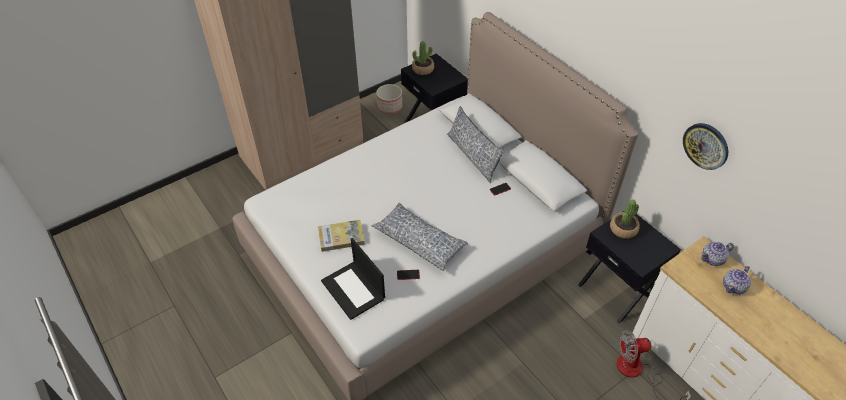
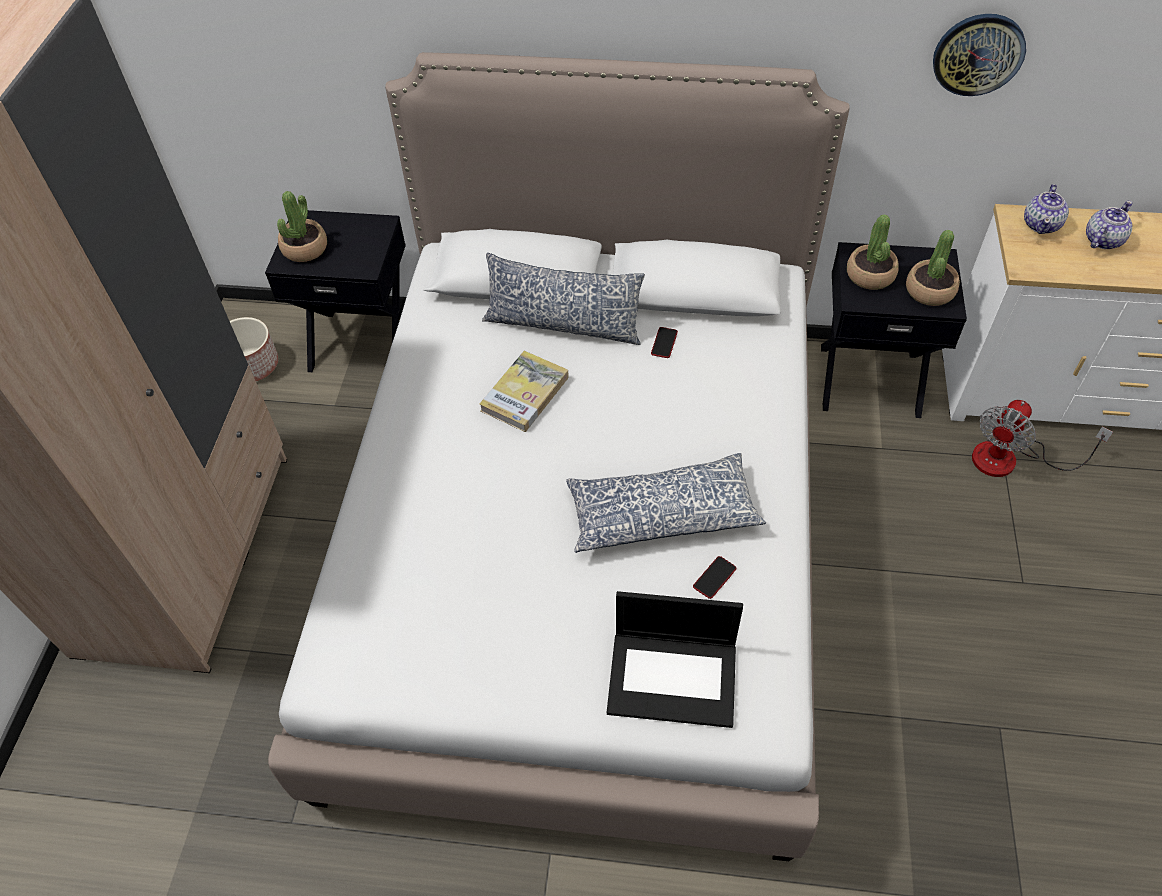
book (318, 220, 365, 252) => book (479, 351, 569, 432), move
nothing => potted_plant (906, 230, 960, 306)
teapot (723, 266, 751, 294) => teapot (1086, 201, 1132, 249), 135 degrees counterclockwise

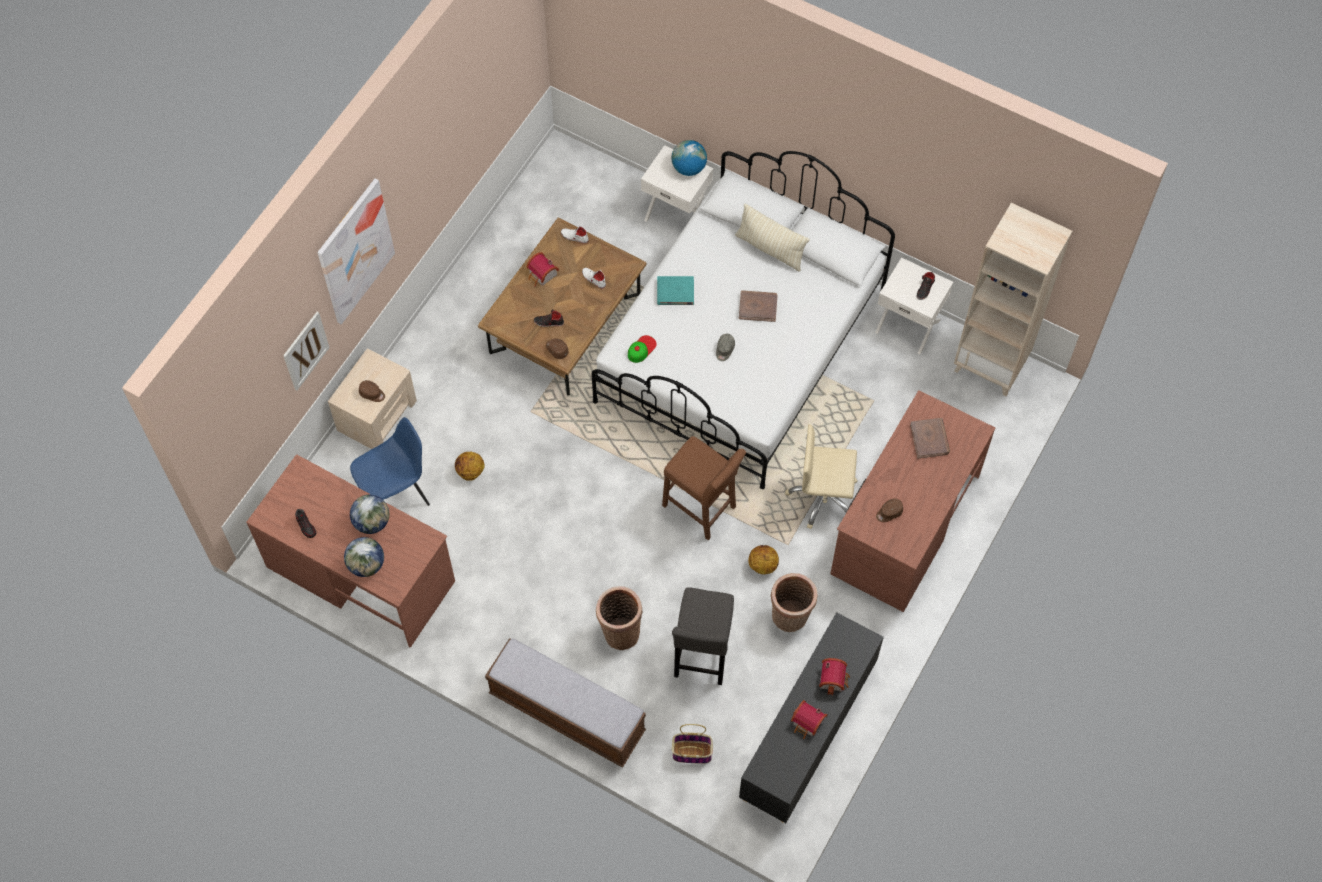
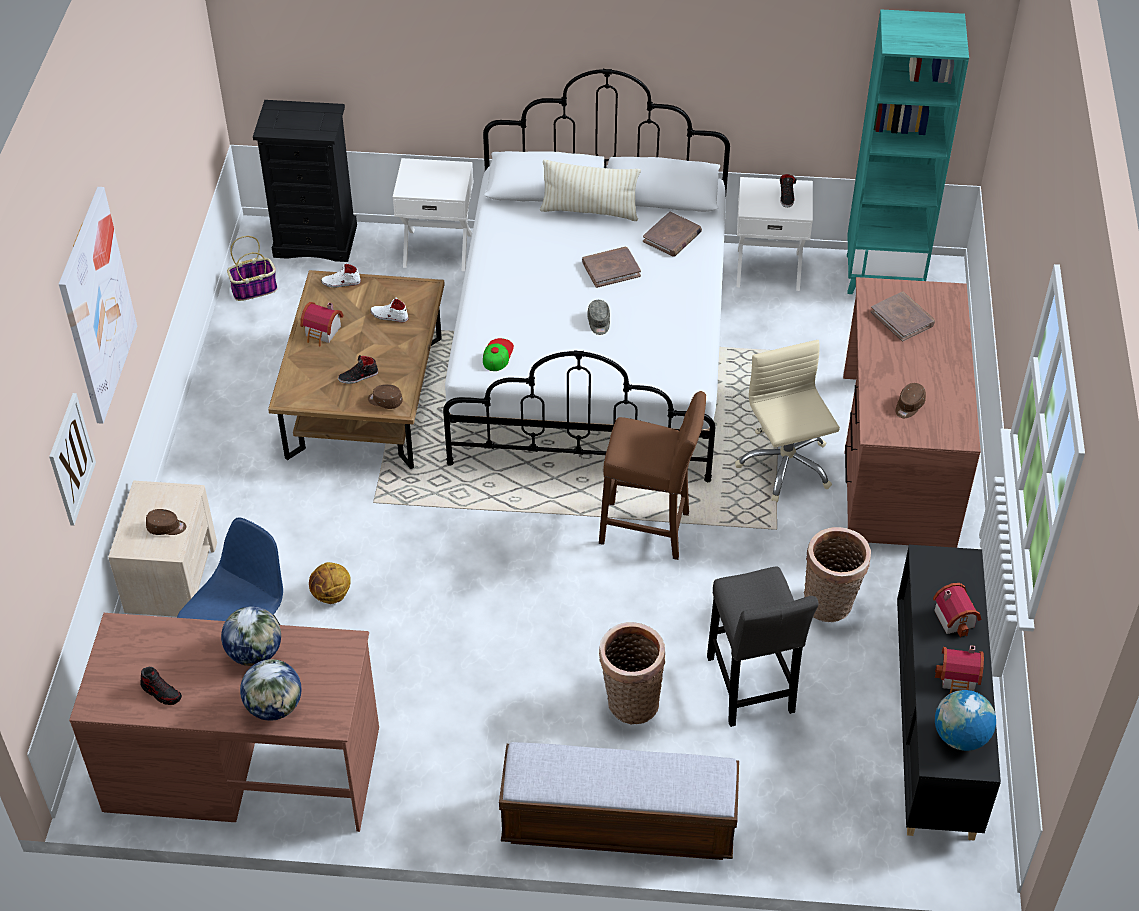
basket (672, 724, 713, 764) => basket (227, 236, 278, 301), move
nothing => black_dresser (253, 100, 357, 262)
nothing => brown_book (643, 211, 702, 257)
beige_office_chair (785, 424, 857, 529) => beige_office_chair (735, 340, 840, 502), 90 degrees clockwise
beige_bookcase (954, 203, 1072, 396) => turquoise_bookcase (847, 9, 969, 294)
globe (671, 140, 707, 176) => globe (935, 690, 996, 751), move
turquoise_book (657, 276, 694, 305) => nothing
basketball (748, 545, 779, 574) => nothing

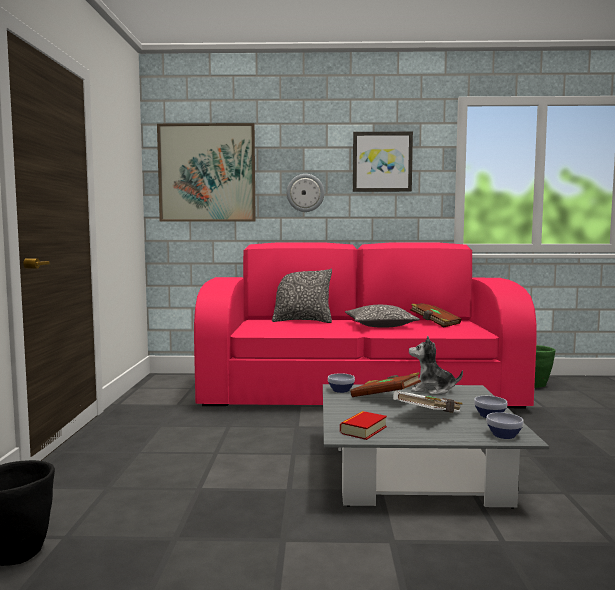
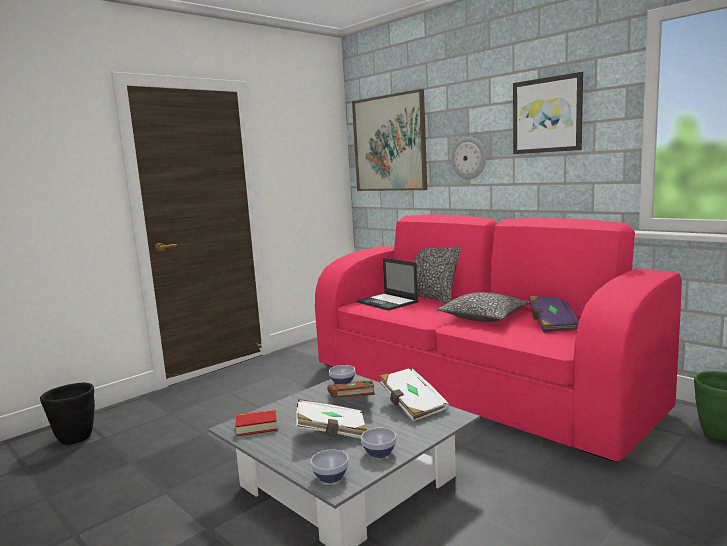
nothing => laptop (356, 258, 419, 311)
plush_toy (409, 336, 463, 395) => white_book (380, 367, 449, 421)
brown_book (410, 303, 461, 327) => purple_book (530, 296, 579, 332)

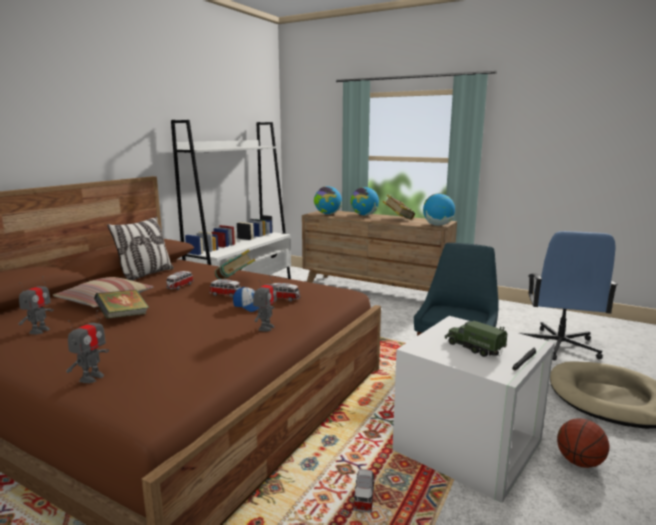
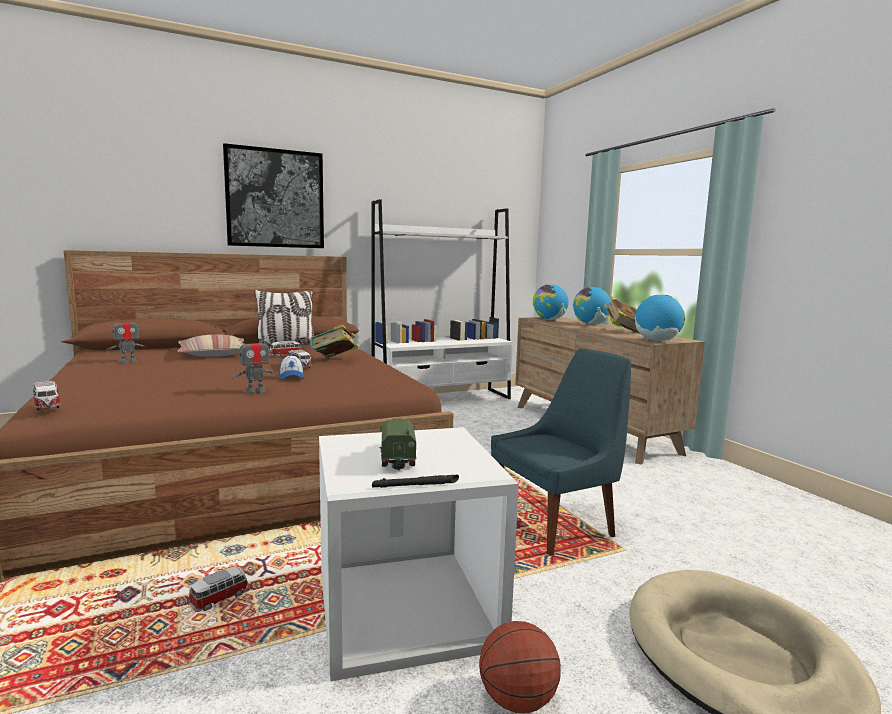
toy_car (273, 283, 300, 302) => toy_car (33, 381, 61, 411), move
nothing => picture (223, 143, 324, 248)
toy_robot (66, 310, 109, 383) => nothing
book (94, 290, 149, 319) => nothing
blue_office_chair (519, 231, 618, 361) => nothing

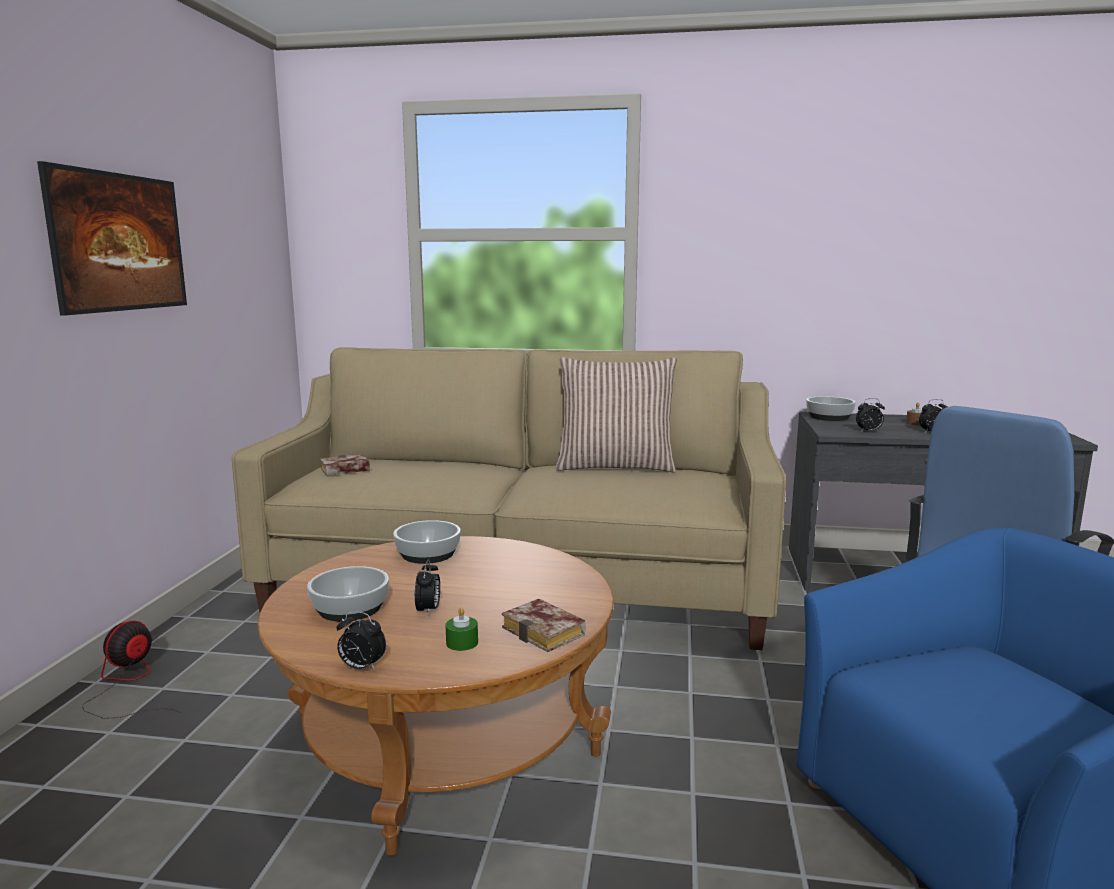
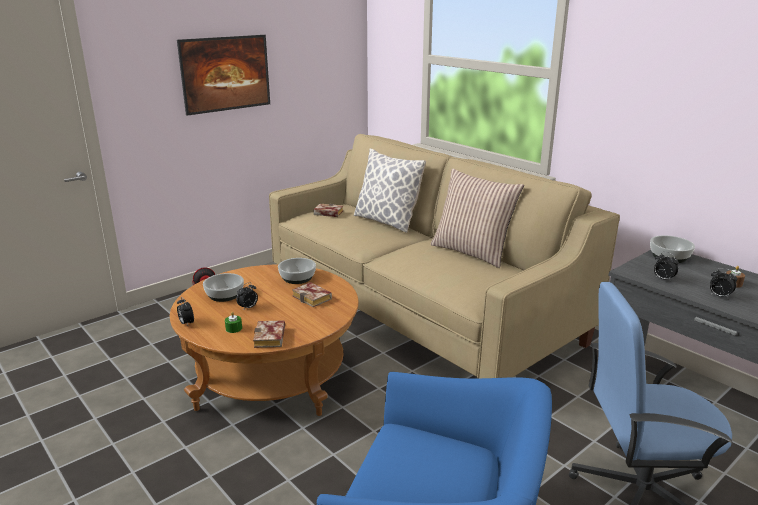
nothing => book (292, 282, 332, 307)
nothing => pillow (354, 148, 426, 233)

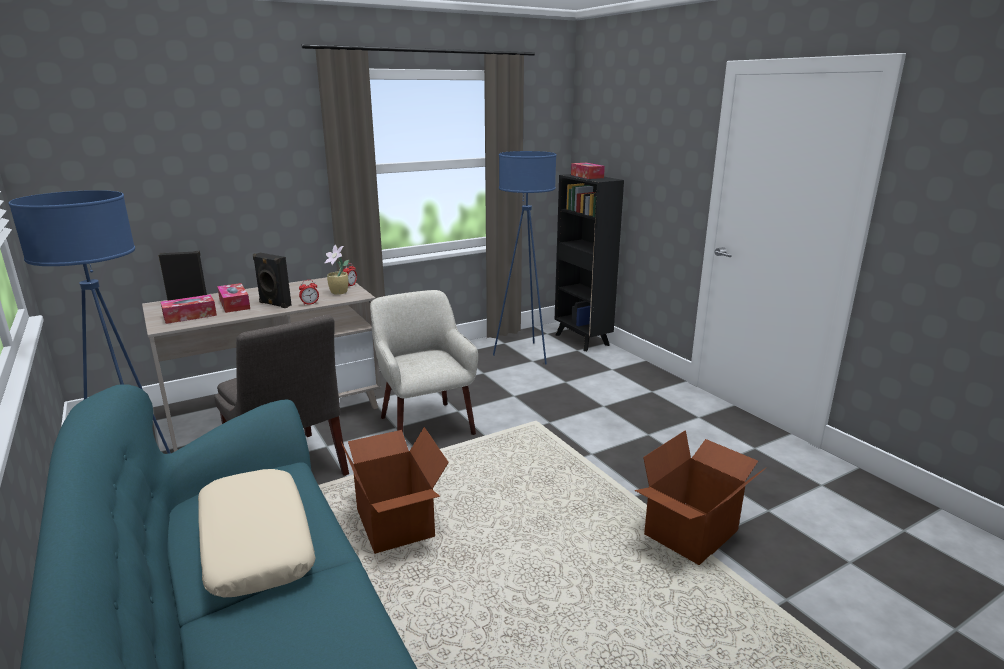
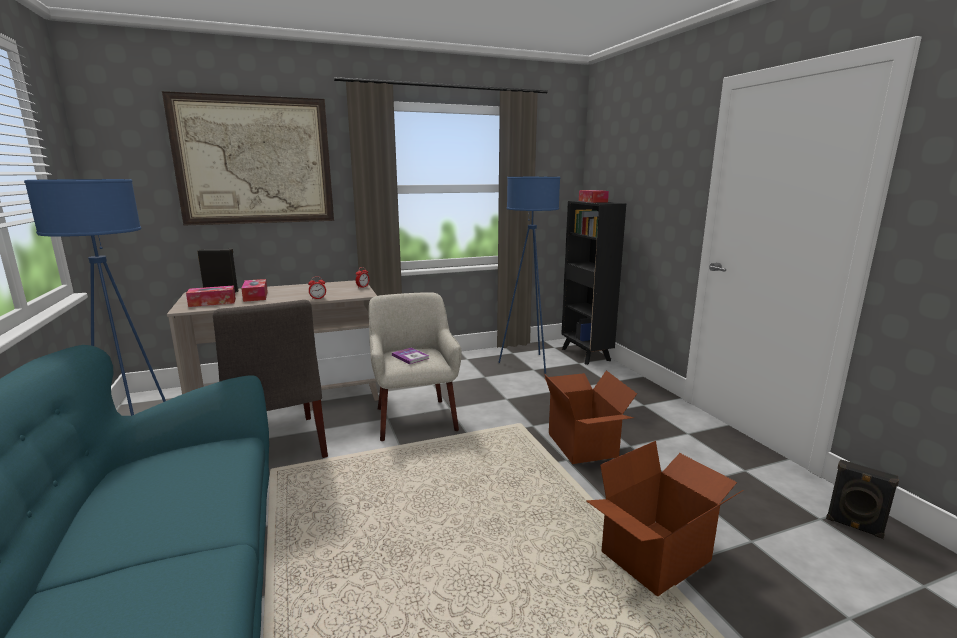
nothing => picture (162, 91, 334, 226)
nothing => book (392, 348, 429, 364)
cardboard_box (341, 427, 449, 554) => cardboard_box (544, 370, 637, 464), move
black_speaker (253, 253, 292, 308) => black_speaker (826, 459, 899, 539), move
beige_pillow (198, 469, 316, 597) => nothing
potted_plant (324, 245, 349, 295) => nothing

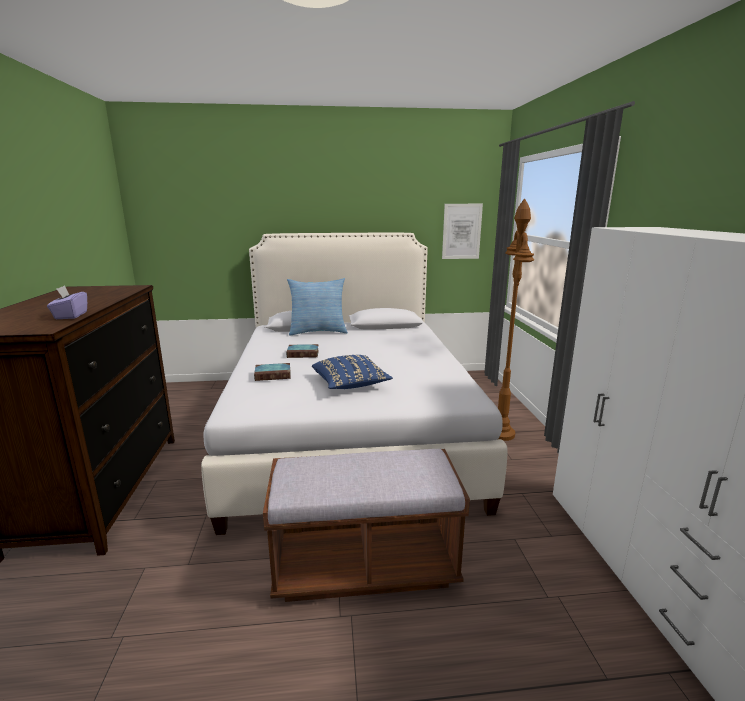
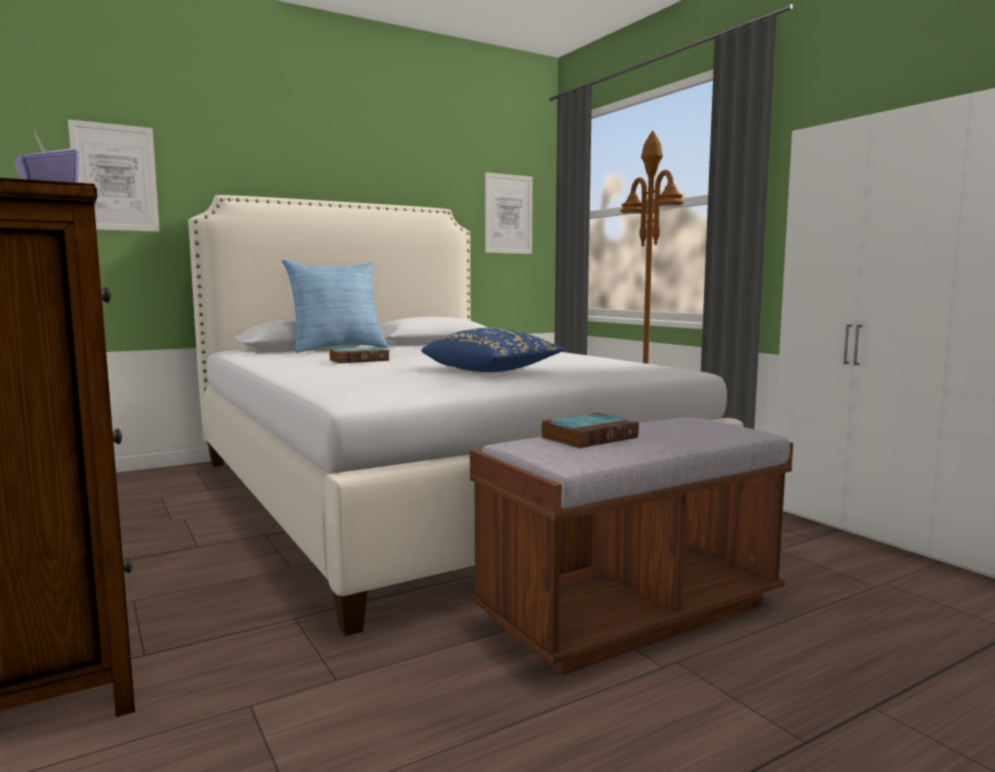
nothing => picture (68, 119, 160, 232)
book (254, 363, 291, 381) => book (541, 413, 639, 448), move

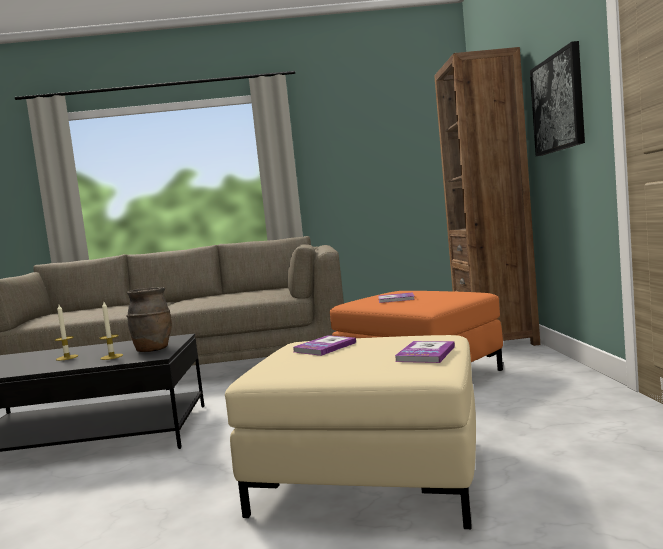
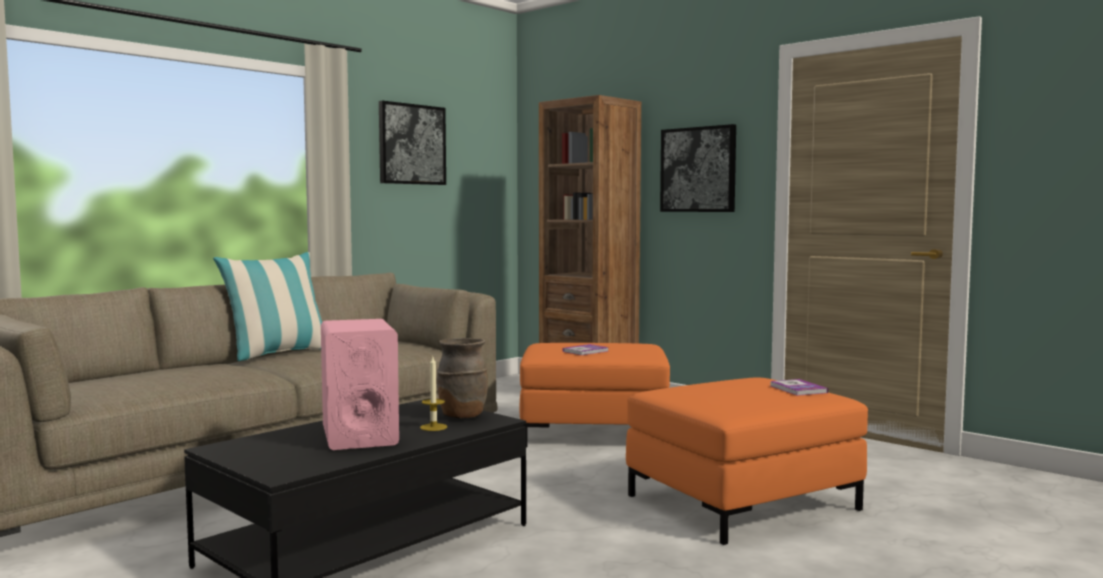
nothing => pillow (213, 252, 322, 361)
candle (55, 305, 78, 361) => pink_speaker (321, 319, 399, 450)
nothing => picture (379, 101, 446, 185)
beige_ottoman (225, 335, 476, 529) => orange_ottoman (626, 377, 868, 545)
book (293, 335, 356, 356) => nothing

